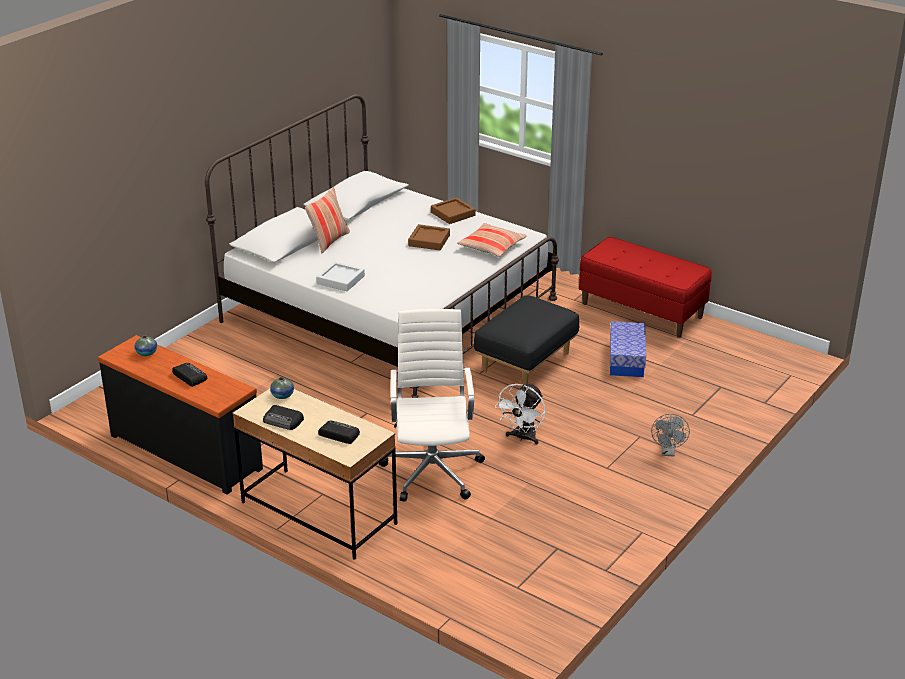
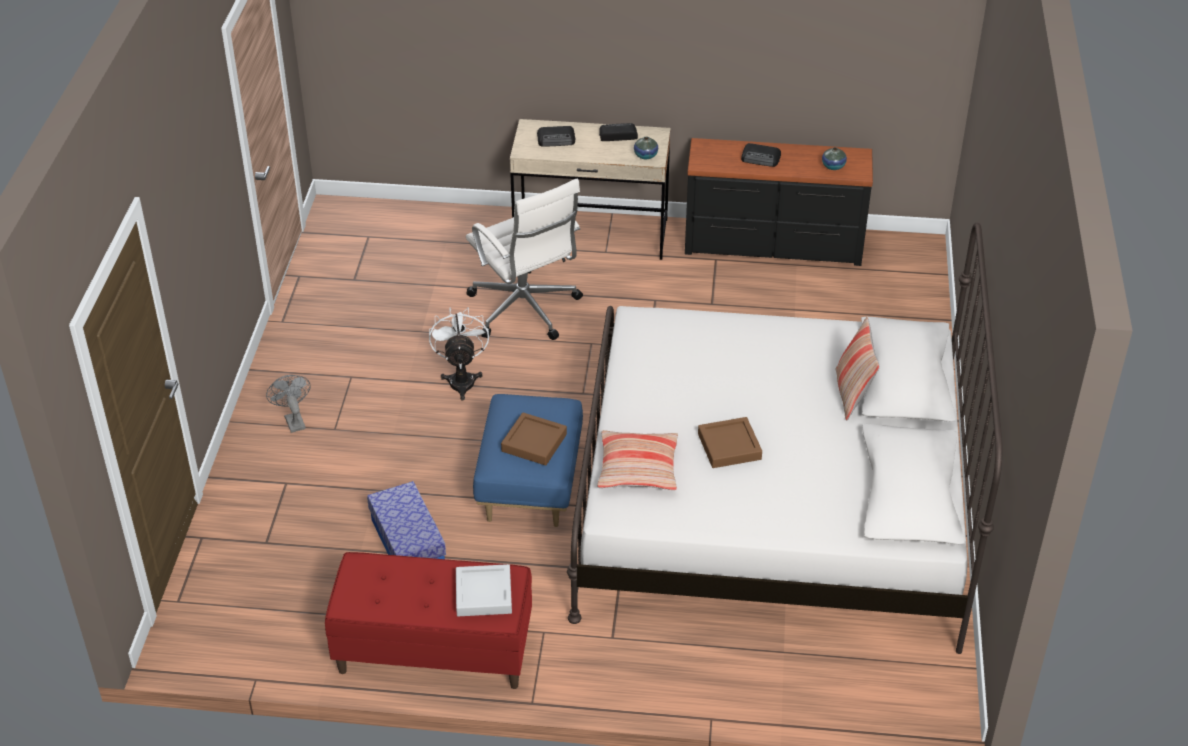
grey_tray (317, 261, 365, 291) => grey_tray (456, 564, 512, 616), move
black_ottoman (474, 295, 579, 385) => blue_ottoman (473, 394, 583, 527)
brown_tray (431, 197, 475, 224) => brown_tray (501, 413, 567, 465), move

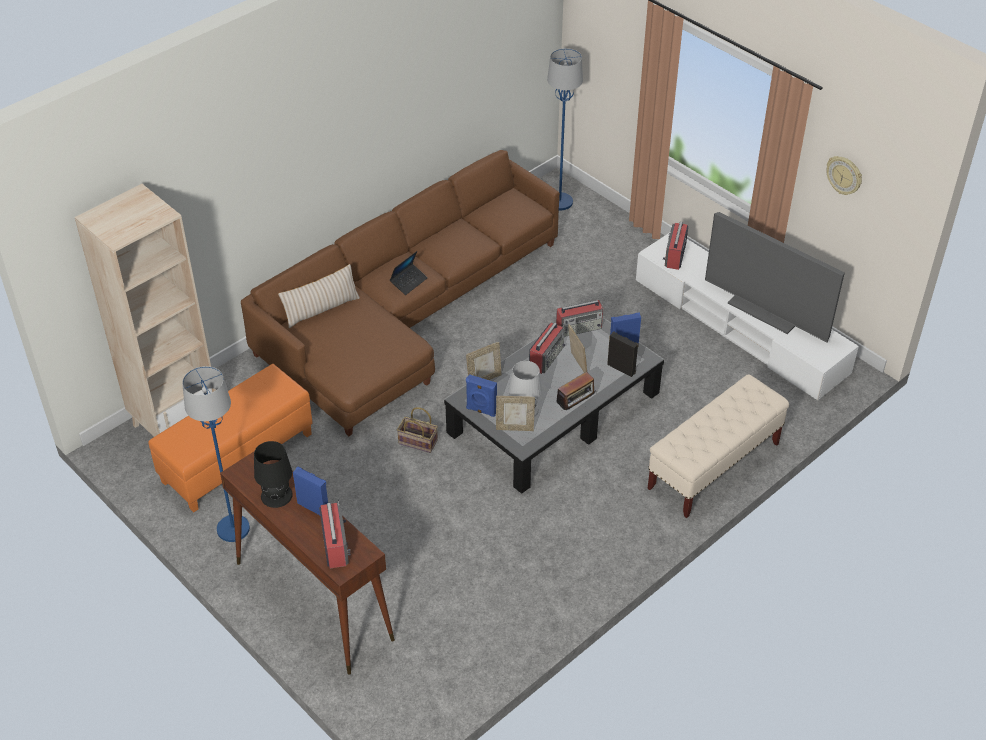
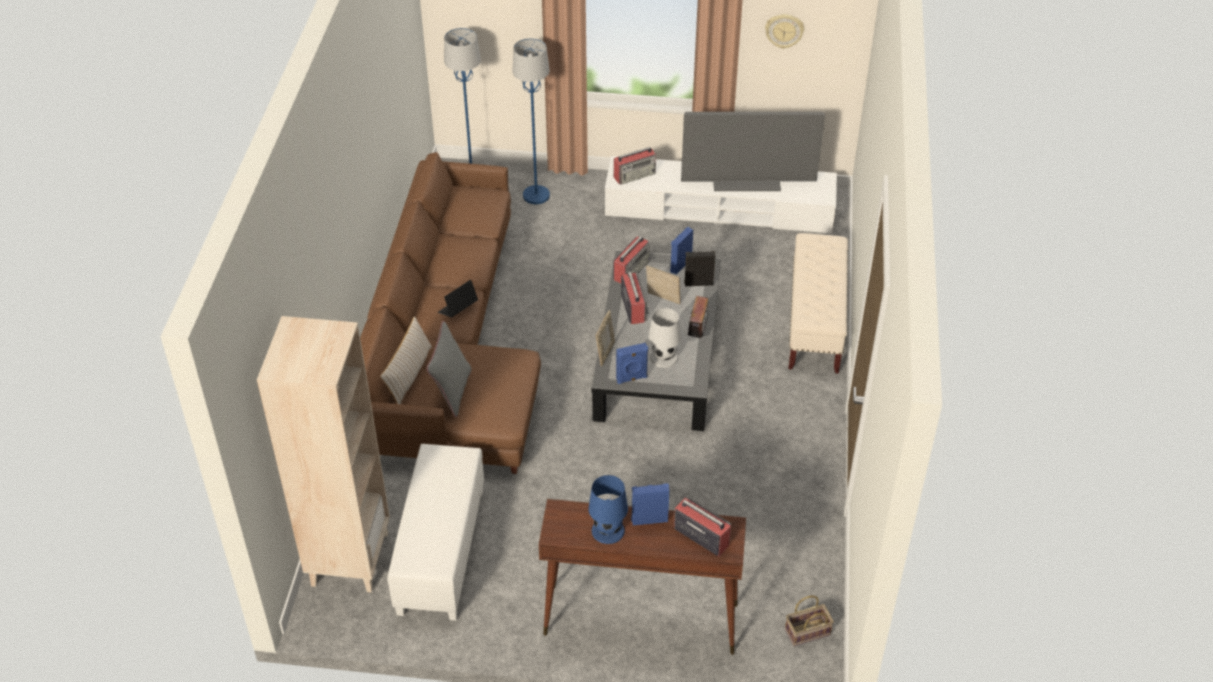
orange_ottoman (148, 364, 313, 512) => white_ottoman (387, 444, 484, 621)
nothing => grey_pillow (426, 321, 471, 417)
laptop (390, 251, 428, 295) => laptop (438, 280, 478, 318), 135 degrees counterclockwise
blue_floor_lamp (182, 366, 250, 542) => blue_floor_lamp (513, 38, 550, 204), move
black_table_lamp (254, 441, 293, 508) => blue_table_lamp (588, 475, 628, 544)
radio (663, 222, 688, 270) => radio (614, 147, 656, 185), 90 degrees counterclockwise
basket (397, 407, 438, 453) => basket (785, 595, 834, 646), move
picture_frame (496, 396, 535, 431) => nothing

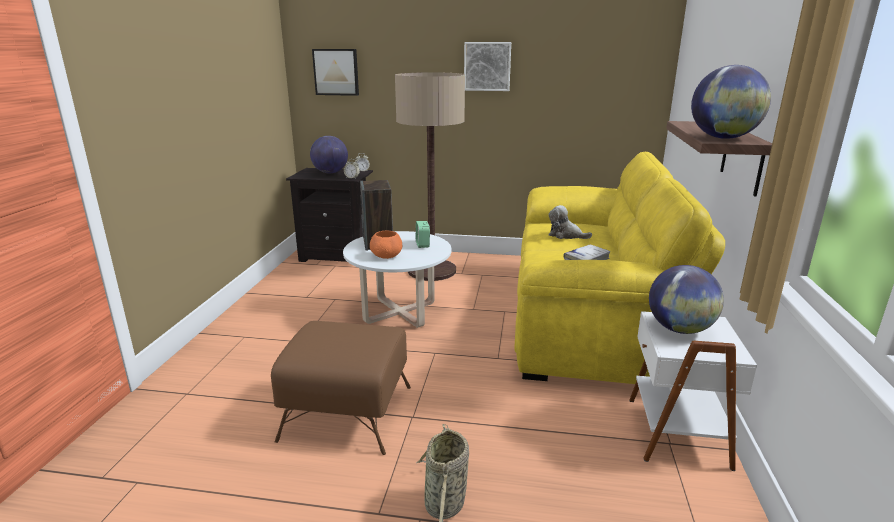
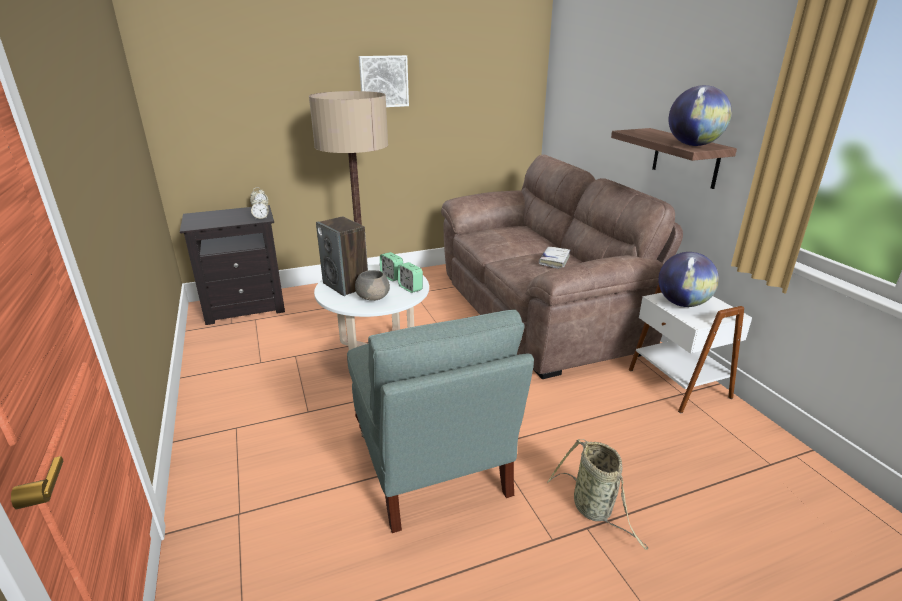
brown_ottoman (271, 321, 411, 455) => grey_armchair (347, 309, 534, 533)
orange_bowl (370, 231, 402, 259) => grey_bowl (355, 270, 390, 301)
nothing => alarm_clock (398, 262, 423, 293)
yellow_sofa (514, 152, 725, 384) => brown_sofa (441, 155, 683, 379)
globe (310, 136, 348, 173) => nothing
picture (312, 49, 359, 96) => nothing
plush_toy (548, 205, 592, 239) => nothing

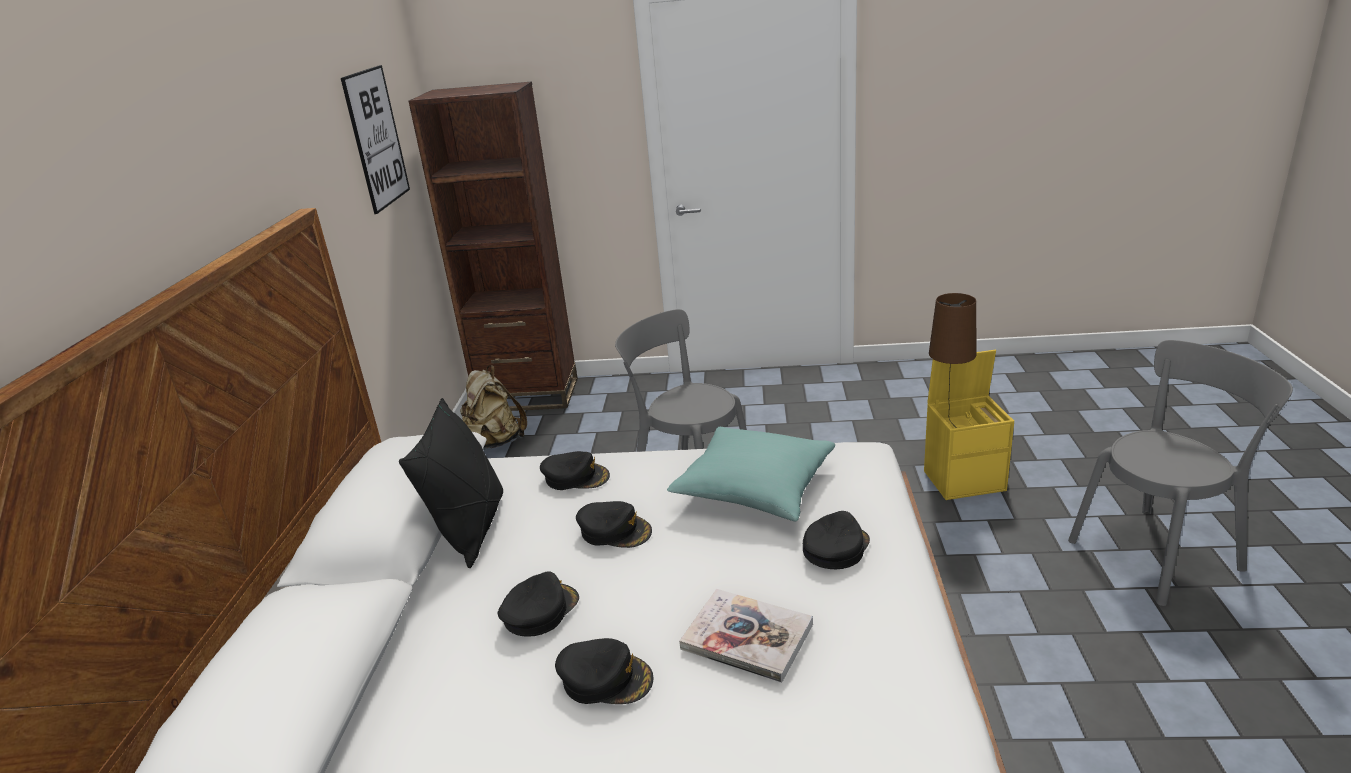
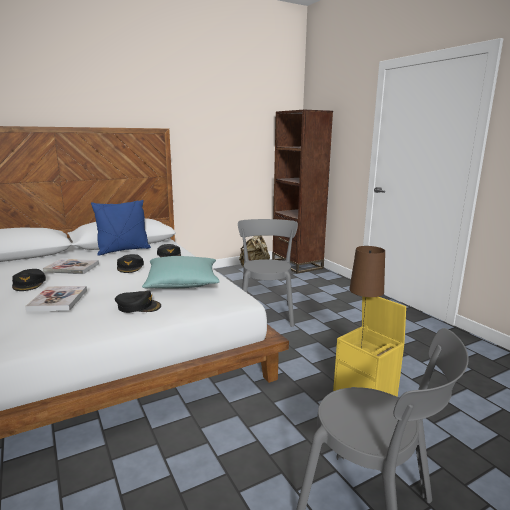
black_cap (498, 572, 579, 637) => book (43, 259, 99, 274)
black_pillow (399, 398, 503, 568) => blue_pillow (91, 200, 151, 256)
picture (341, 65, 410, 214) => nothing

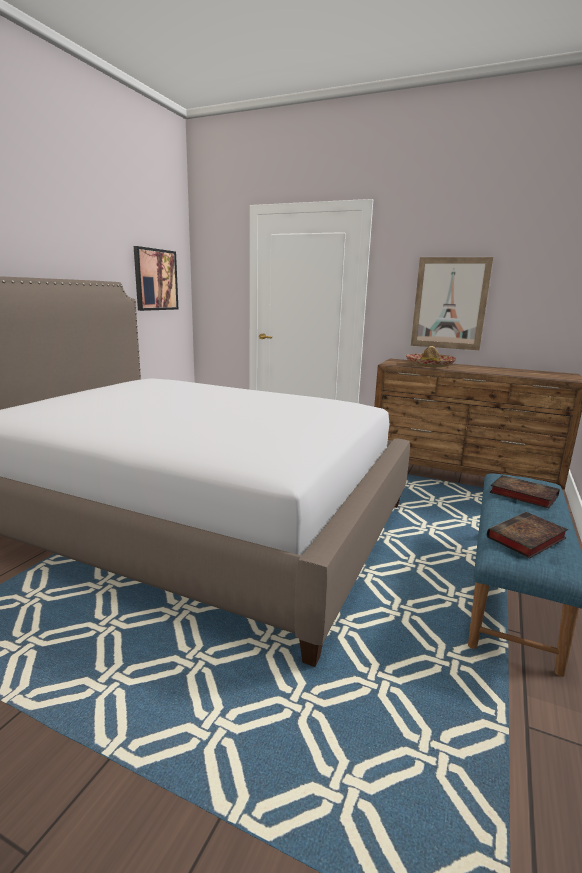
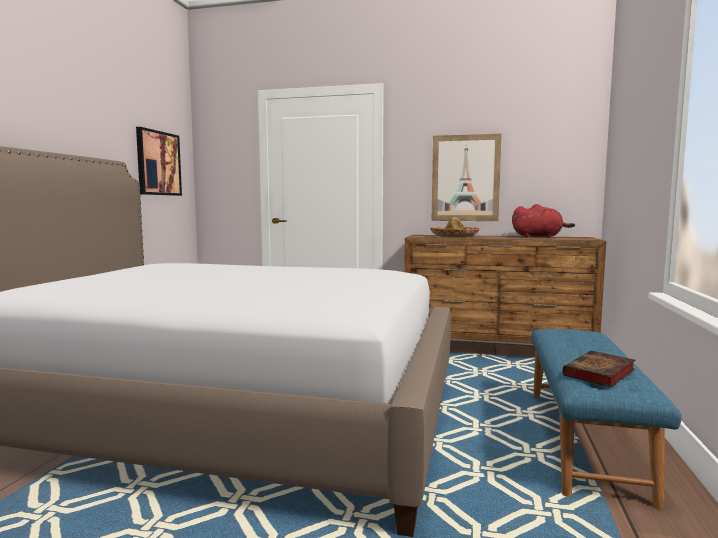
nothing => red_plush_toy (512, 204, 575, 238)
book (489, 475, 560, 508) => nothing

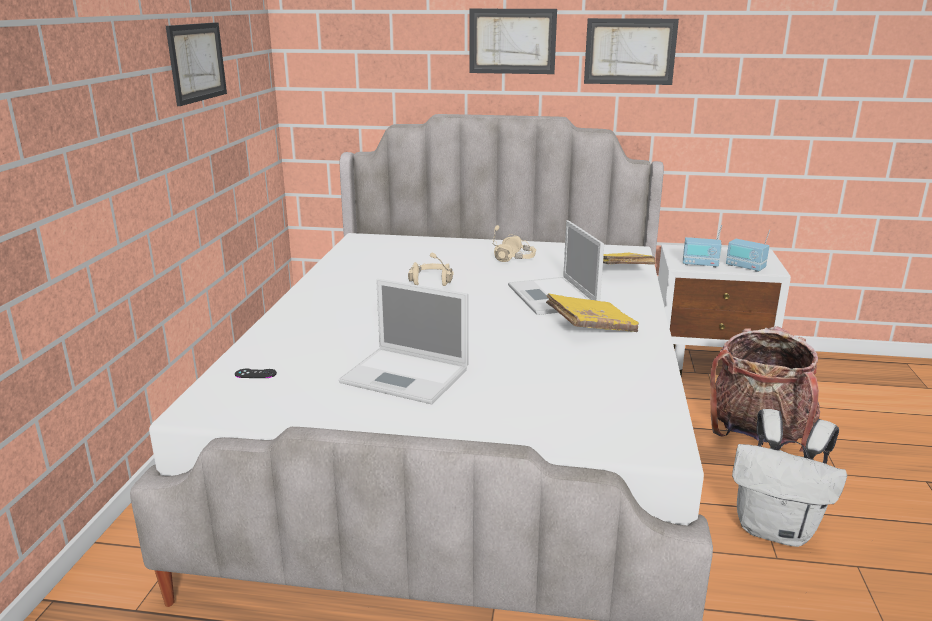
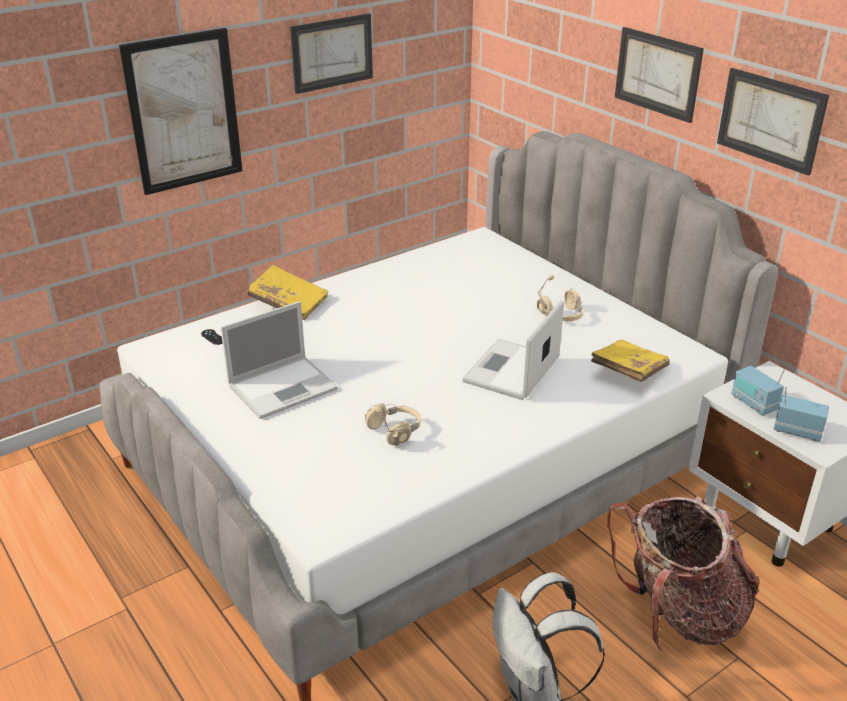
nothing => picture (119, 28, 243, 195)
laptop (339, 279, 469, 404) => laptop (220, 301, 338, 419), 105 degrees counterclockwise
yellow_book (546, 293, 639, 332) => yellow_book (247, 265, 328, 320), move
beige_headphones (408, 253, 454, 286) => beige_headphones (365, 403, 421, 445), move
radio (726, 230, 770, 272) => radio (774, 387, 829, 441), 120 degrees clockwise

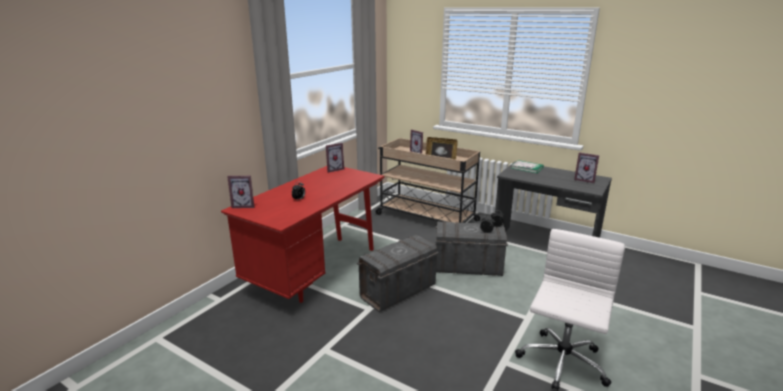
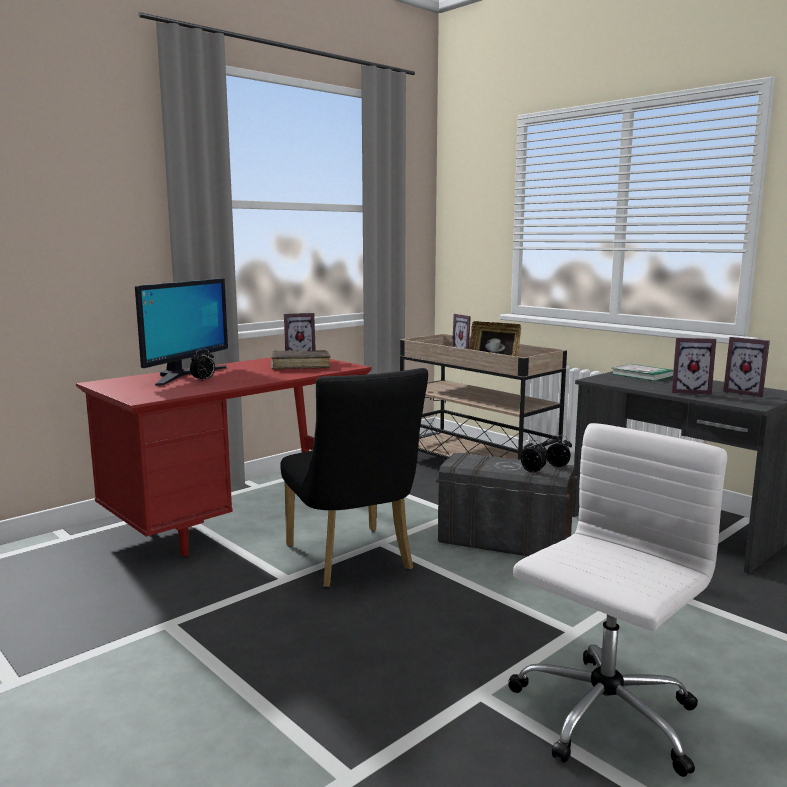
nothing => monitor (135, 278, 228, 386)
nothing => brown_book (271, 350, 330, 370)
grey_storage_box (357, 235, 439, 312) => black_chair (280, 368, 428, 588)
picture_frame (227, 176, 254, 208) => picture_frame (672, 338, 717, 395), move

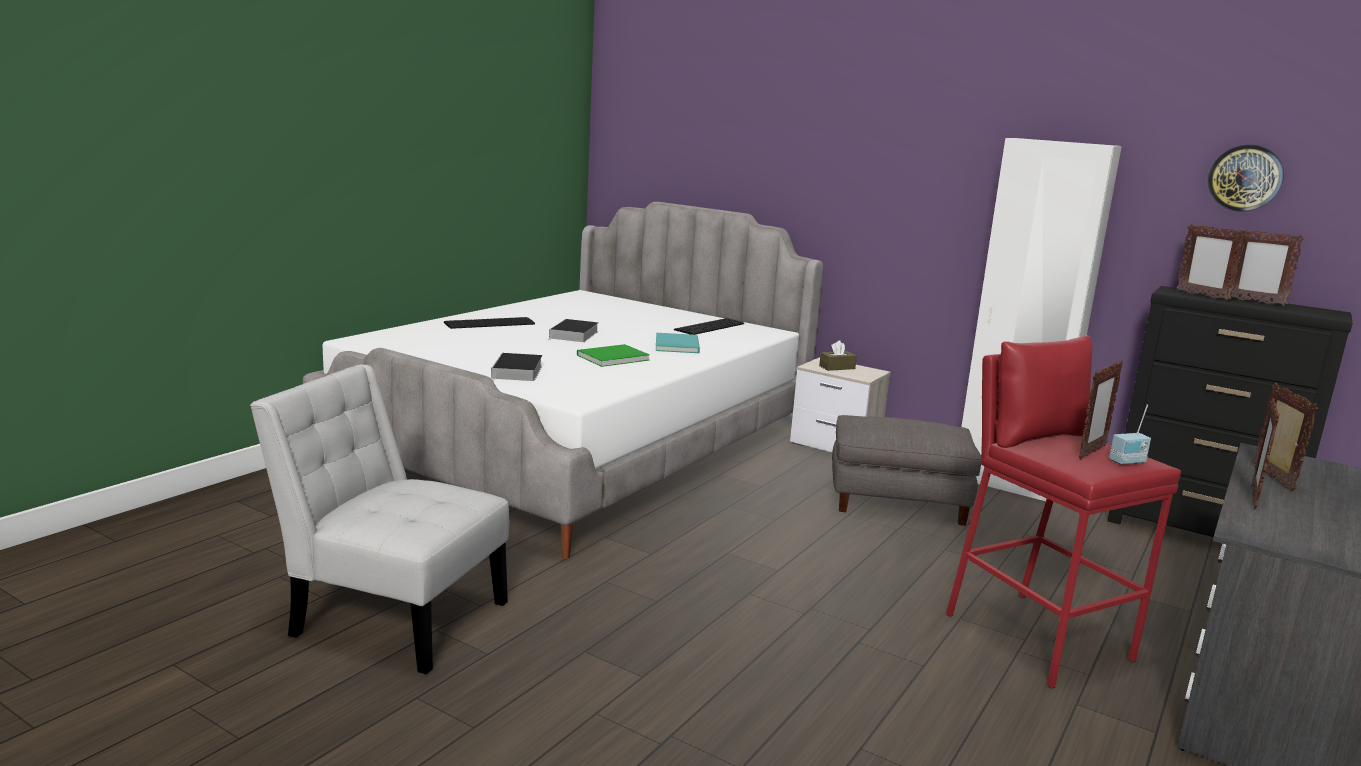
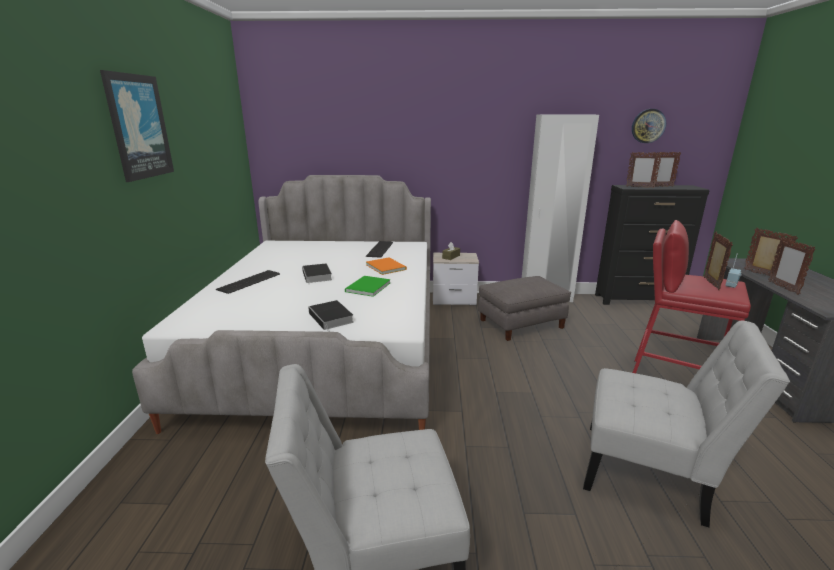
nothing => picture (100, 70, 174, 182)
turquoise_book (656, 333, 700, 353) => orange_book (366, 257, 407, 275)
nothing => white_chair (583, 320, 790, 527)

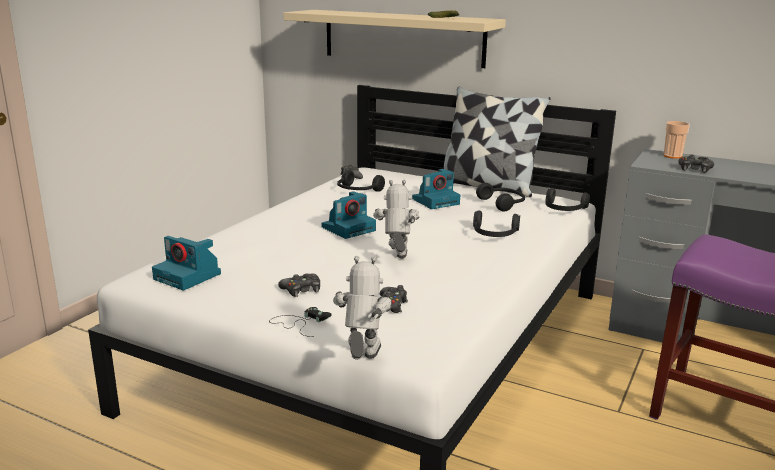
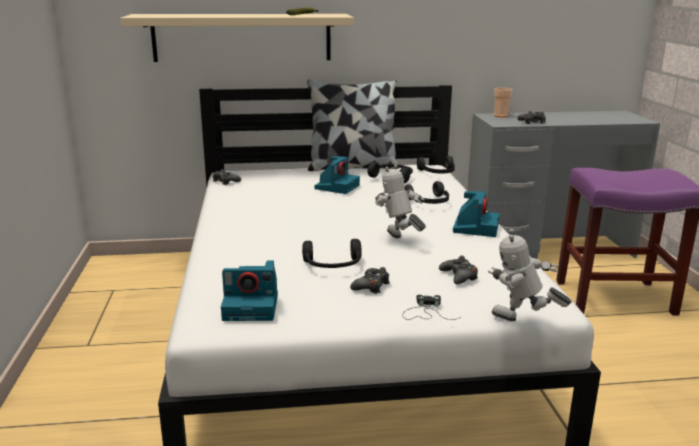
black_headphones (337, 170, 385, 192) => black_headphones (302, 239, 362, 268), move
photo_camera (321, 191, 376, 239) => photo_camera (453, 191, 500, 237), move
toy_robot (333, 256, 391, 360) => toy_robot (488, 228, 572, 322), 45 degrees counterclockwise

